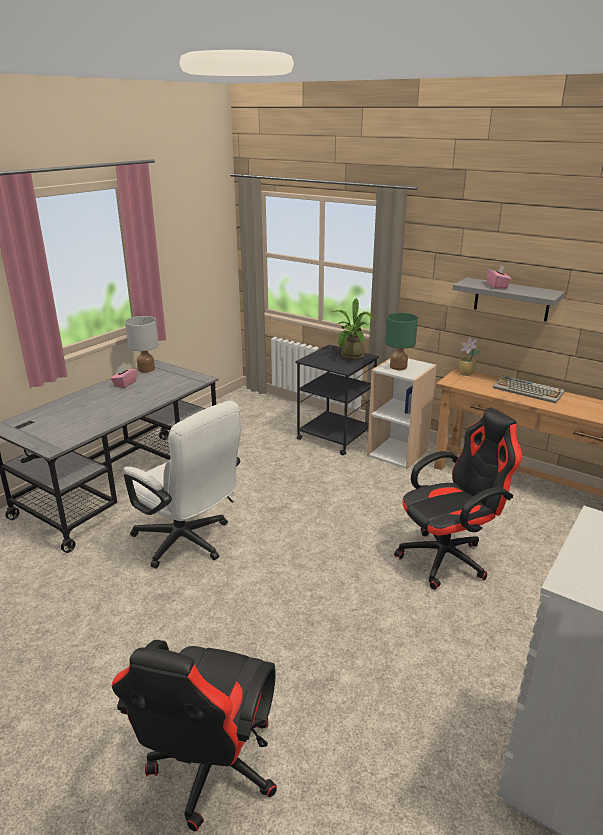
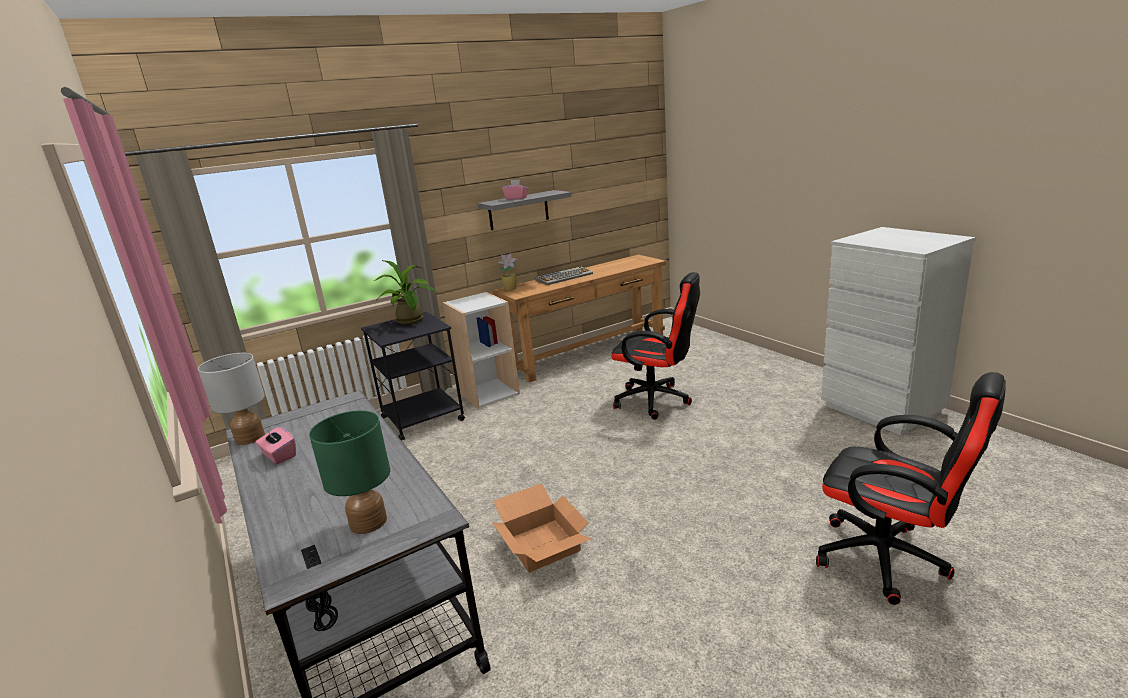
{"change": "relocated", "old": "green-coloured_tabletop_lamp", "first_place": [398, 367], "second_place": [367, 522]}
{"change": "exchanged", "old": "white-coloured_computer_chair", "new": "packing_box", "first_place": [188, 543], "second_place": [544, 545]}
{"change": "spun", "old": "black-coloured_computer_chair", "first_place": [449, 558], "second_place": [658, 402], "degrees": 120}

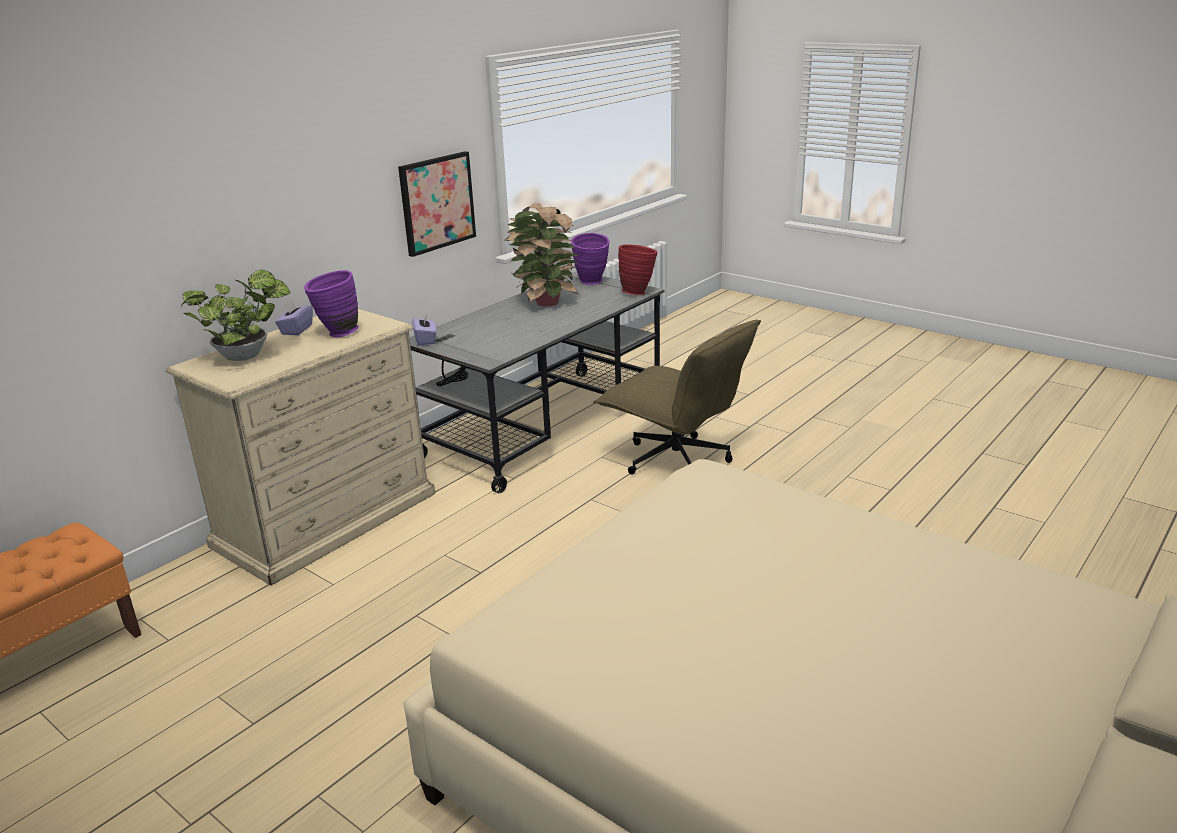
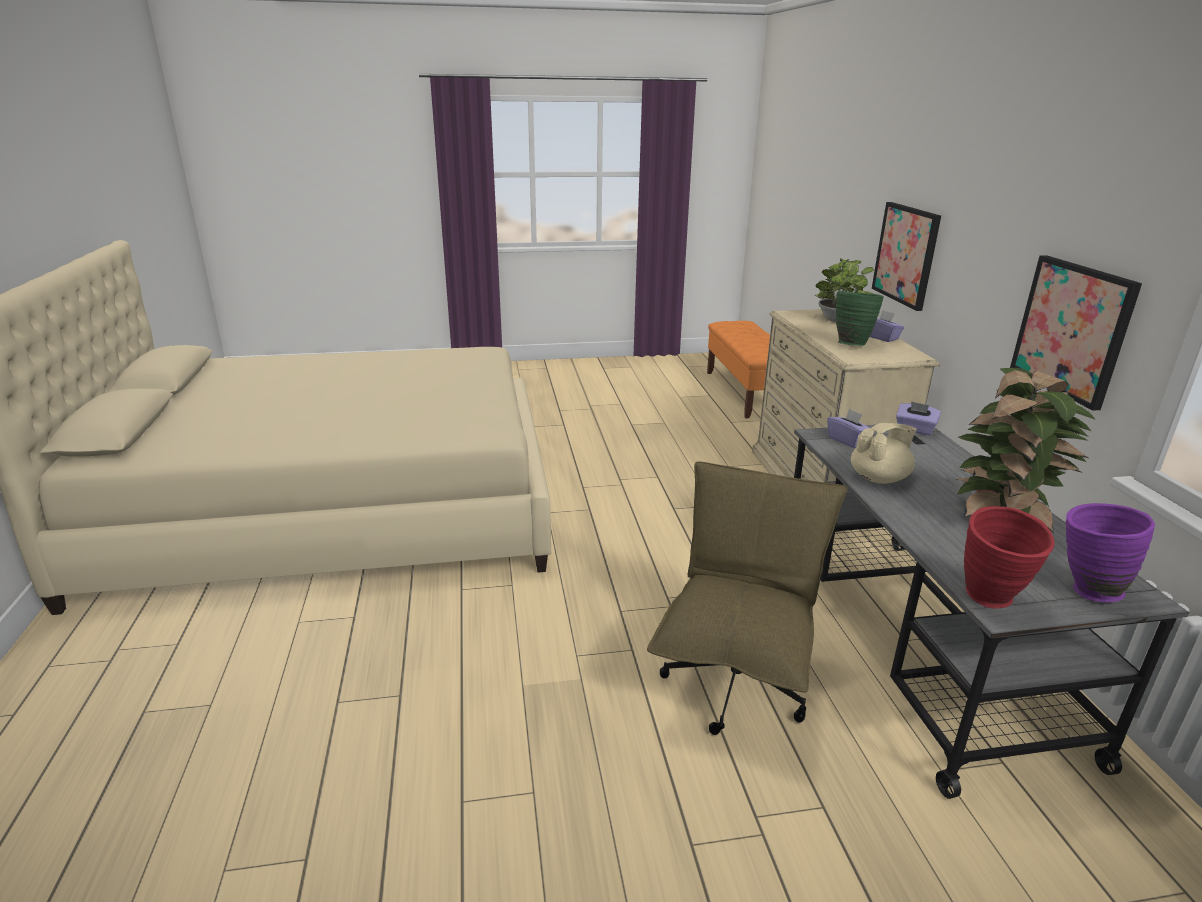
{"change": "colour", "old": "purple_flower_vase", "new": "green-coloured_flower_vase", "first_place": [336, 334], "second_place": [851, 343]}
{"change": "spun", "old": "sand-coloured_computer_chair", "first_place": [674, 460], "second_place": [734, 685], "degrees": 120}
{"change": "appeared", "new": "picture", "second_place": [906, 254]}
{"change": "appeared", "new": "purple_tissue_box", "second_place": [847, 441]}
{"change": "appeared", "new": "sand-coloured_tea_pot", "second_place": [879, 478]}

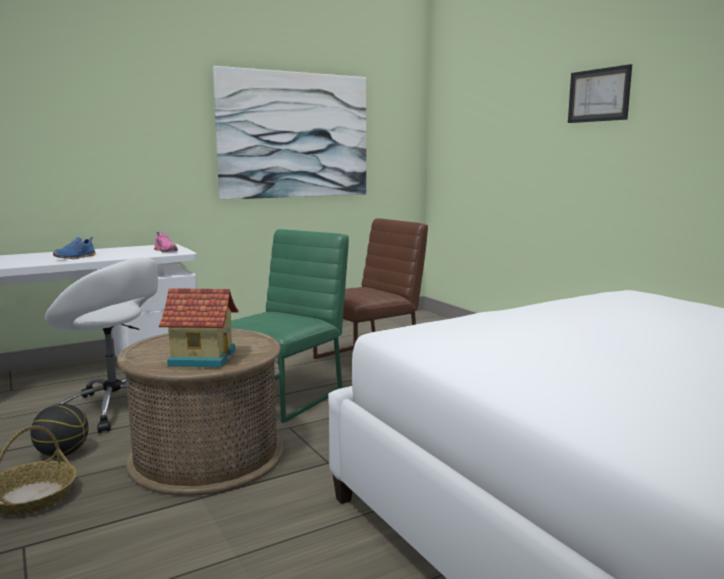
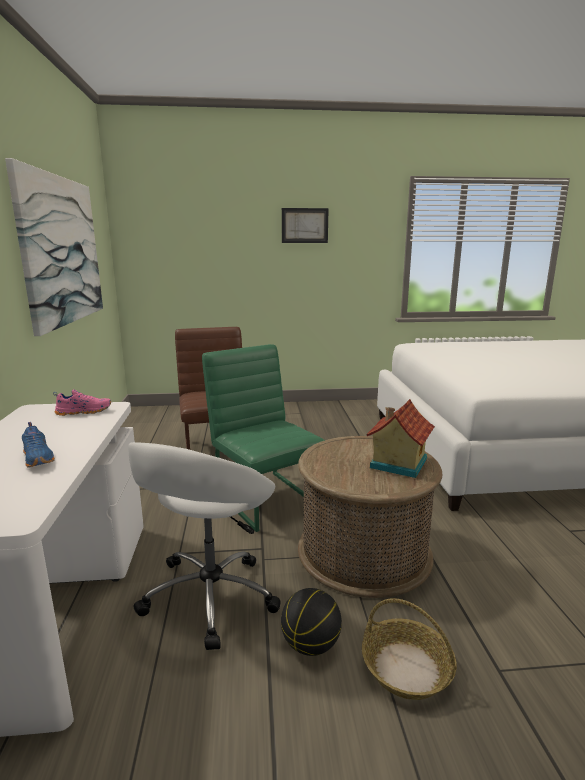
{"change": "spun", "old": "white-coloured_computer_chair", "first_place": [115, 409], "second_place": [208, 599], "degrees": 150}

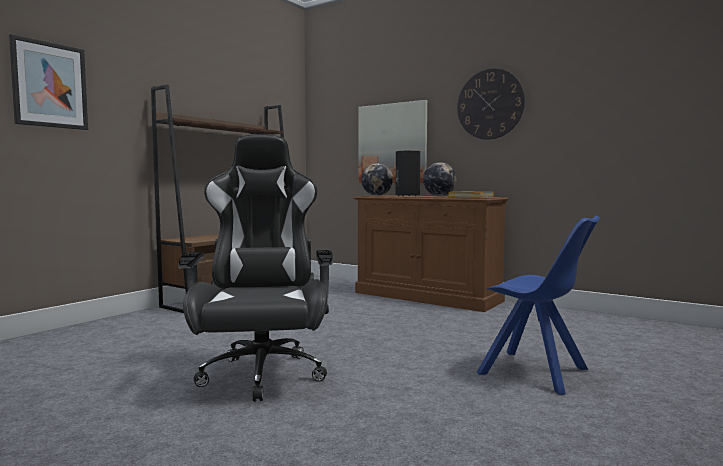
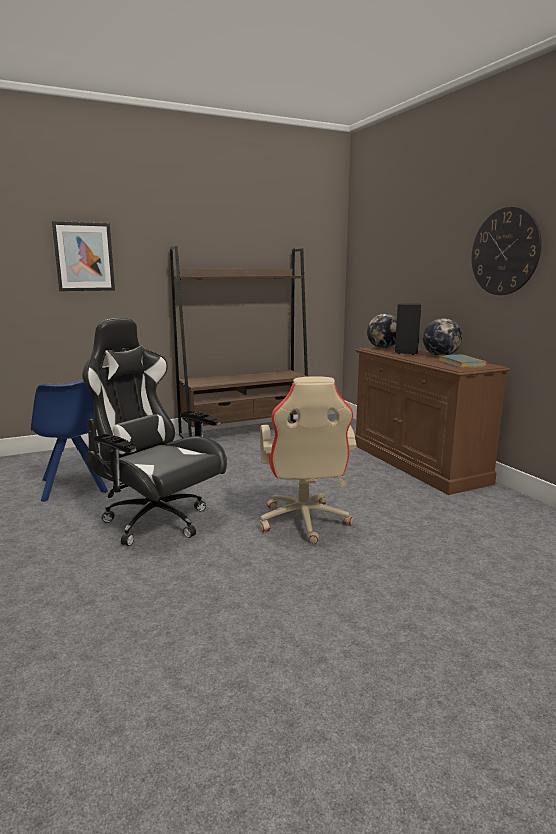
{"change": "missing", "old": "picture", "first_place": [392, 143]}
{"change": "spun", "old": "black-coloured_computer_chair", "first_place": [262, 378], "second_place": [161, 523], "degrees": -75}
{"change": "relocated", "old": "bluish_chair", "first_place": [536, 373], "second_place": [74, 487]}
{"change": "appeared", "new": "sand-coloured_computer_chair", "second_place": [304, 525]}

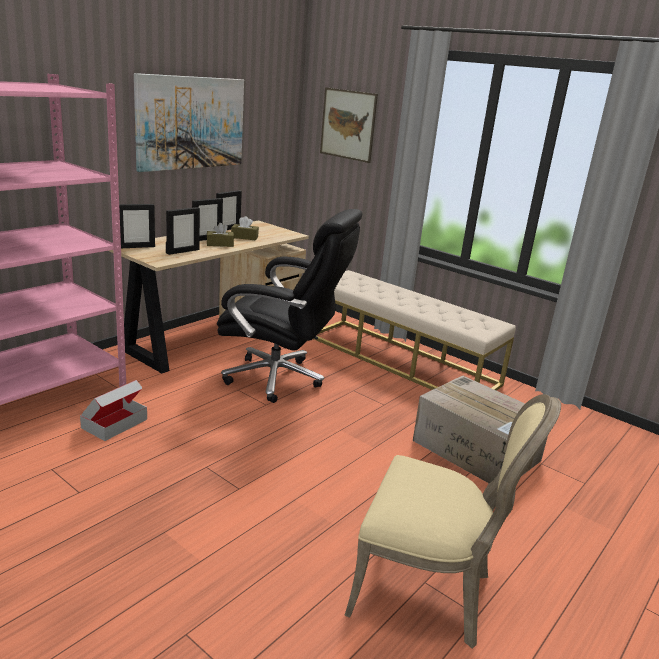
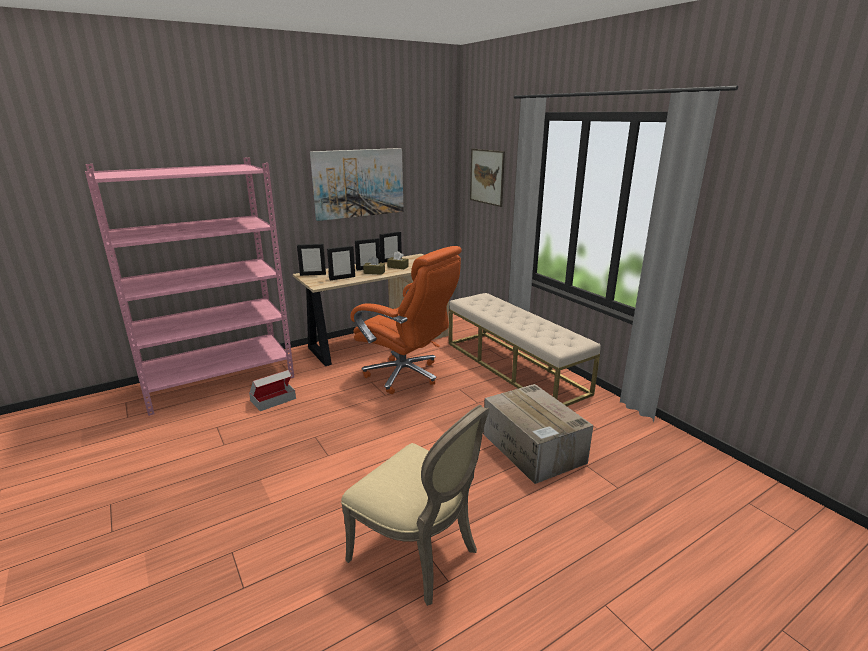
{"change": "colour", "old": "black-coloured_computer_chair", "new": "orange-coloured_computer_chair", "first_place": [280, 380], "second_place": [407, 377]}

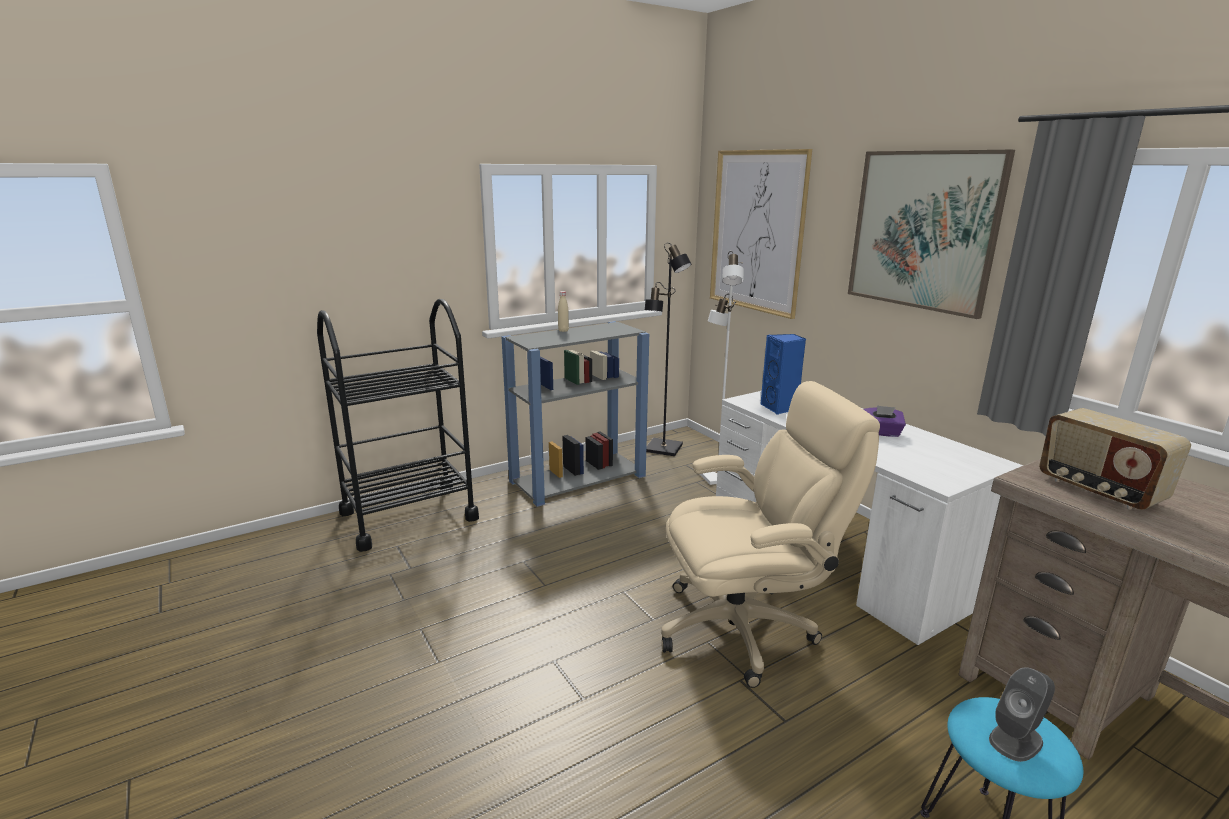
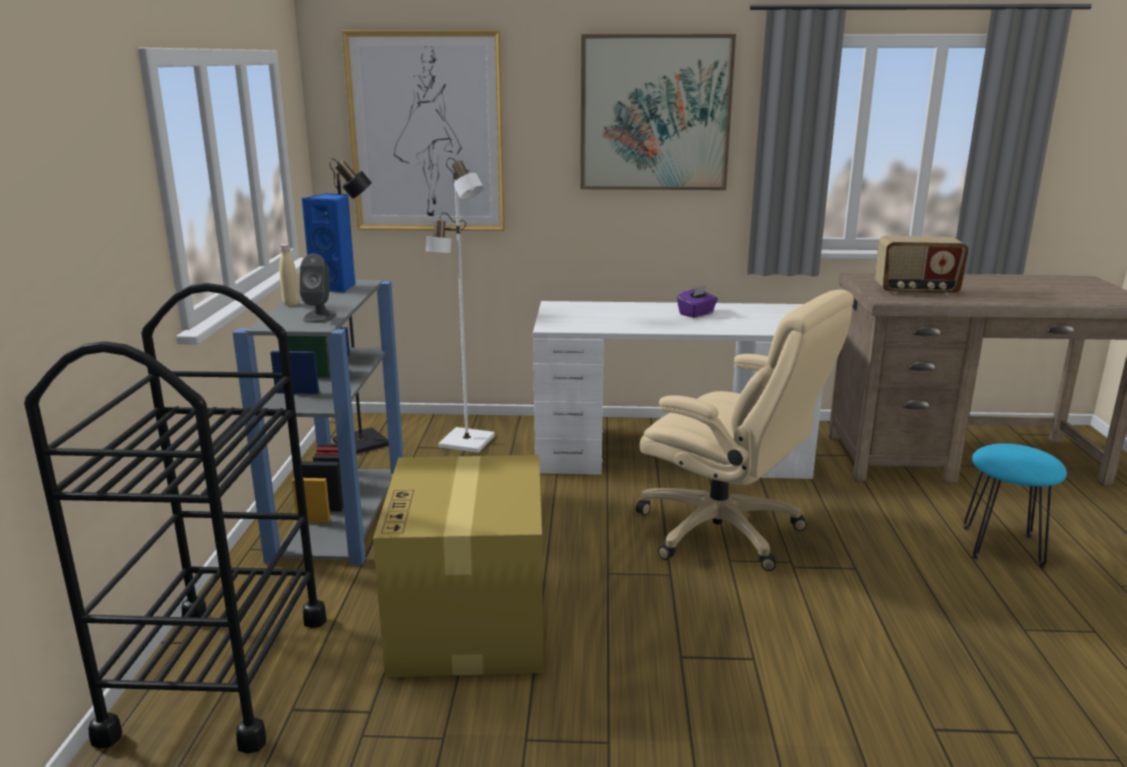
{"change": "relocated", "old": "bluish_speaker", "first_place": [780, 408], "second_place": [336, 287]}
{"change": "spun", "old": "sand-coloured_computer_chair", "first_place": [746, 628], "second_place": [729, 534], "degrees": 105}
{"change": "relocated", "old": "grey_speaker", "first_place": [1016, 740], "second_place": [319, 316]}
{"change": "appeared", "new": "packing_box", "second_place": [470, 623]}

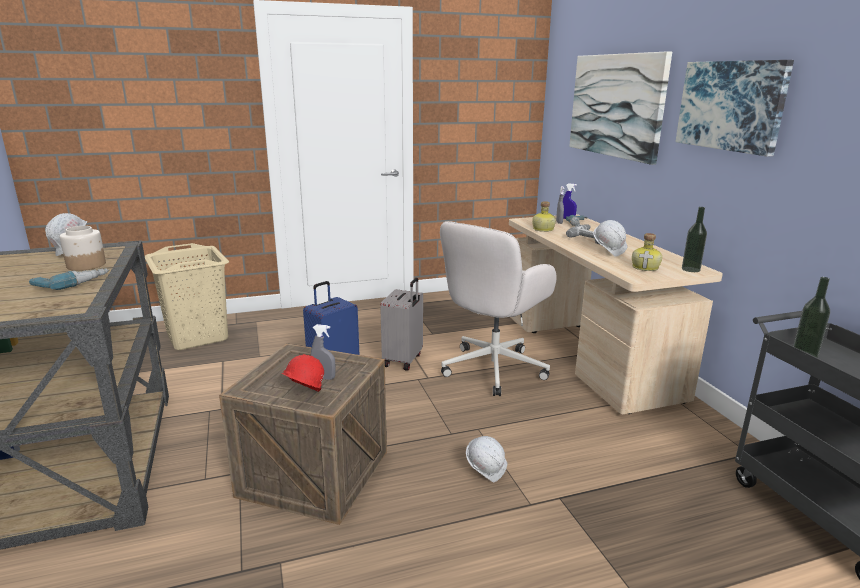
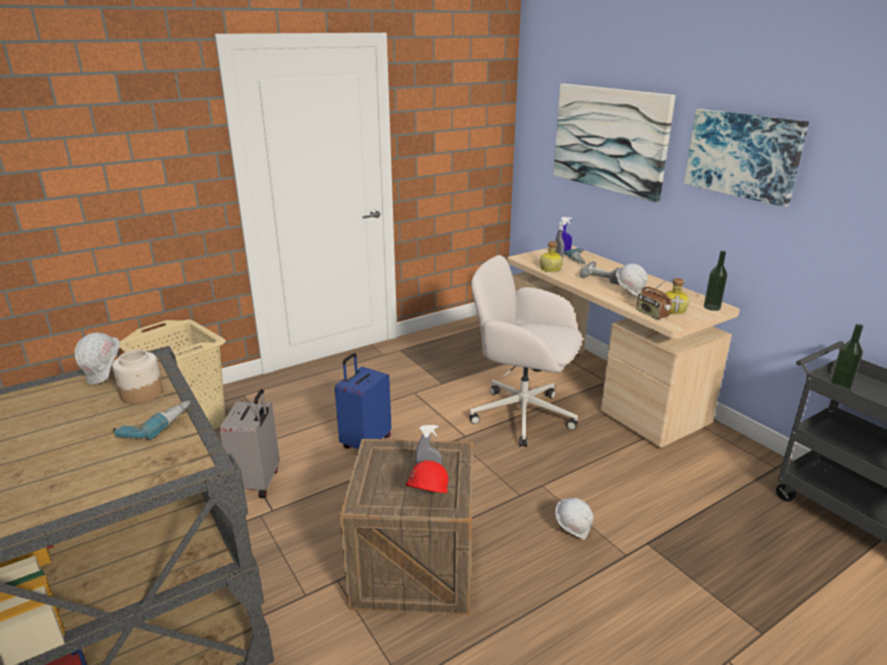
{"change": "spun", "old": "white-coloured_computer_chair", "first_place": [493, 369], "second_place": [522, 416], "degrees": 90}
{"change": "relocated", "old": "grey_piece_of_luggage", "first_place": [403, 360], "second_place": [258, 482]}
{"change": "appeared", "new": "radio_receiver", "second_place": [651, 314]}

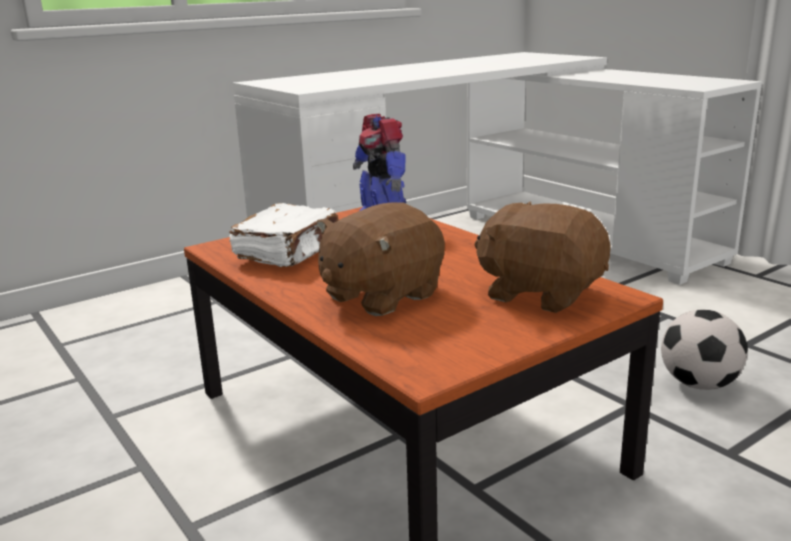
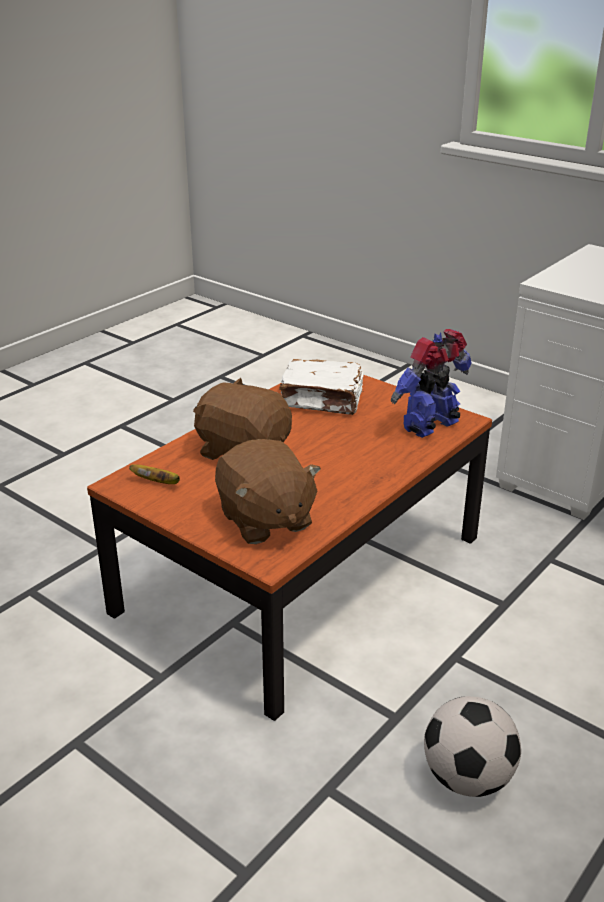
{"change": "spun", "old": "brown-coloured_soft_toy", "first_place": [540, 293], "second_place": [265, 520], "degrees": 135}
{"change": "appeared", "new": "banana", "second_place": [158, 483]}

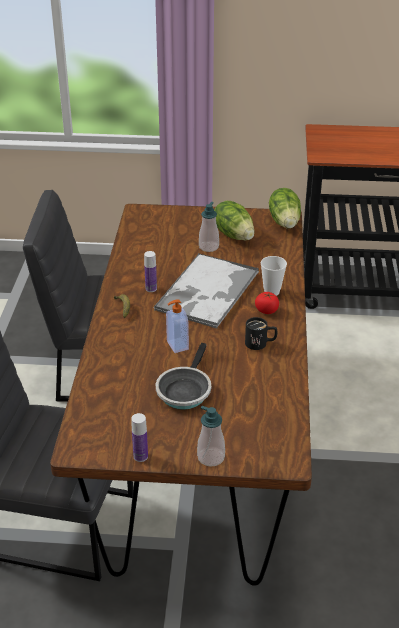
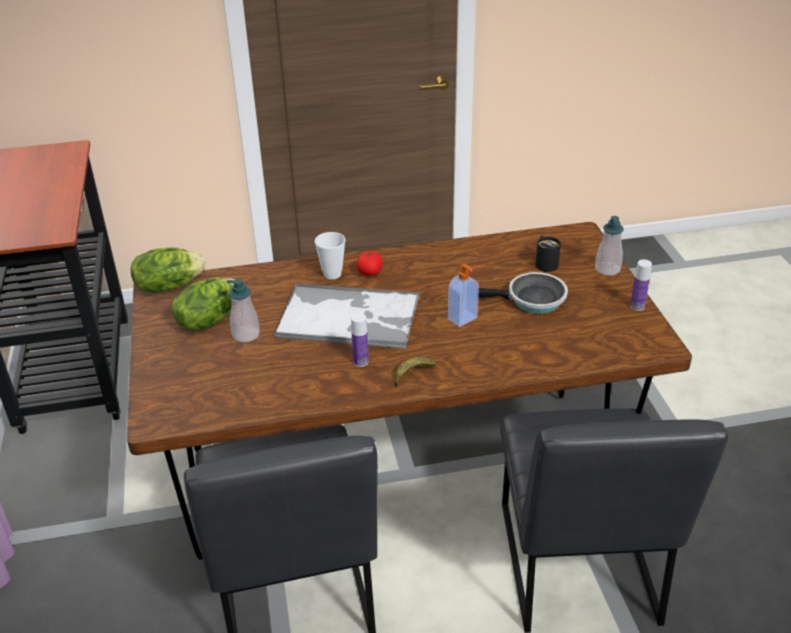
{"change": "relocated", "old": "black-coloured_mug", "first_place": [260, 343], "second_place": [545, 262]}

